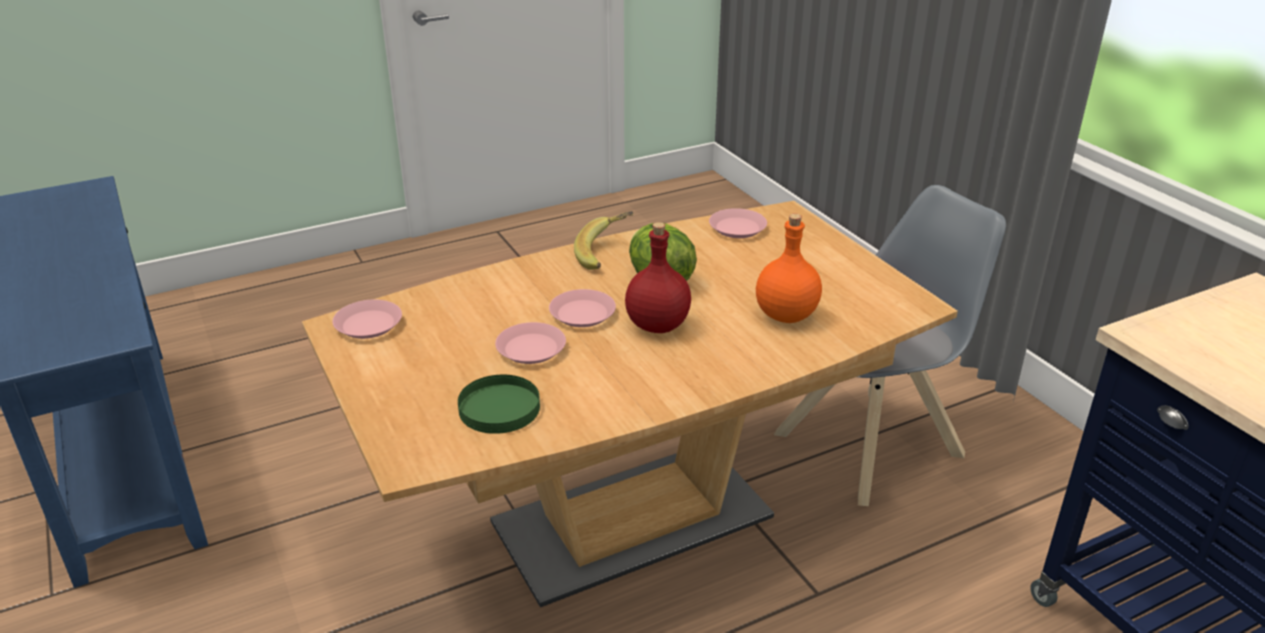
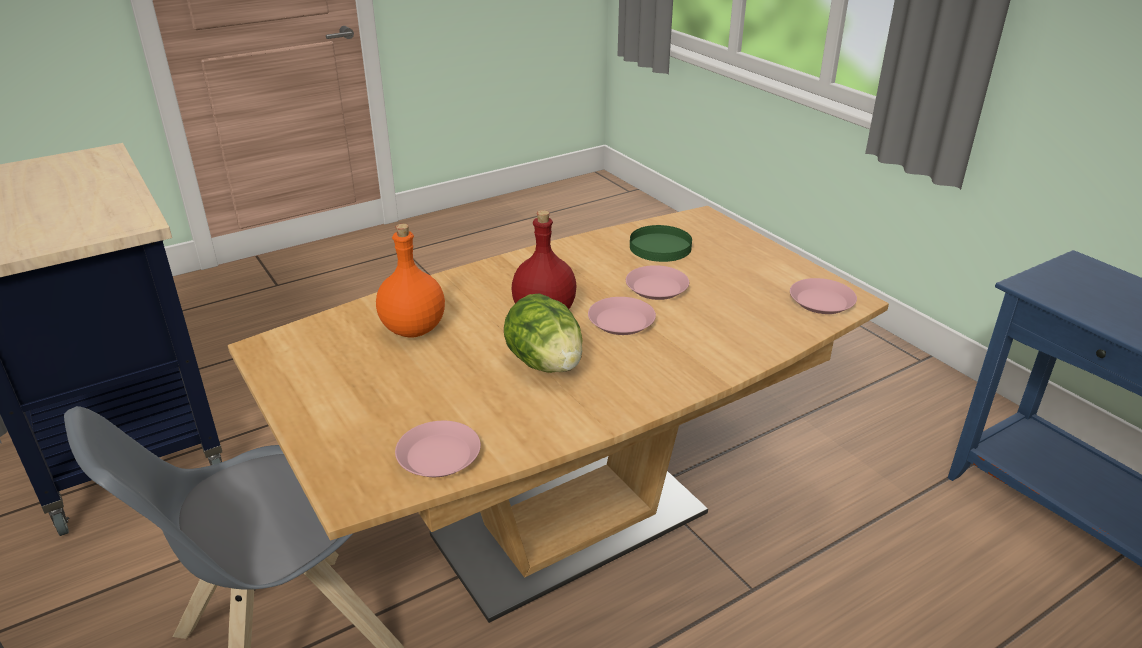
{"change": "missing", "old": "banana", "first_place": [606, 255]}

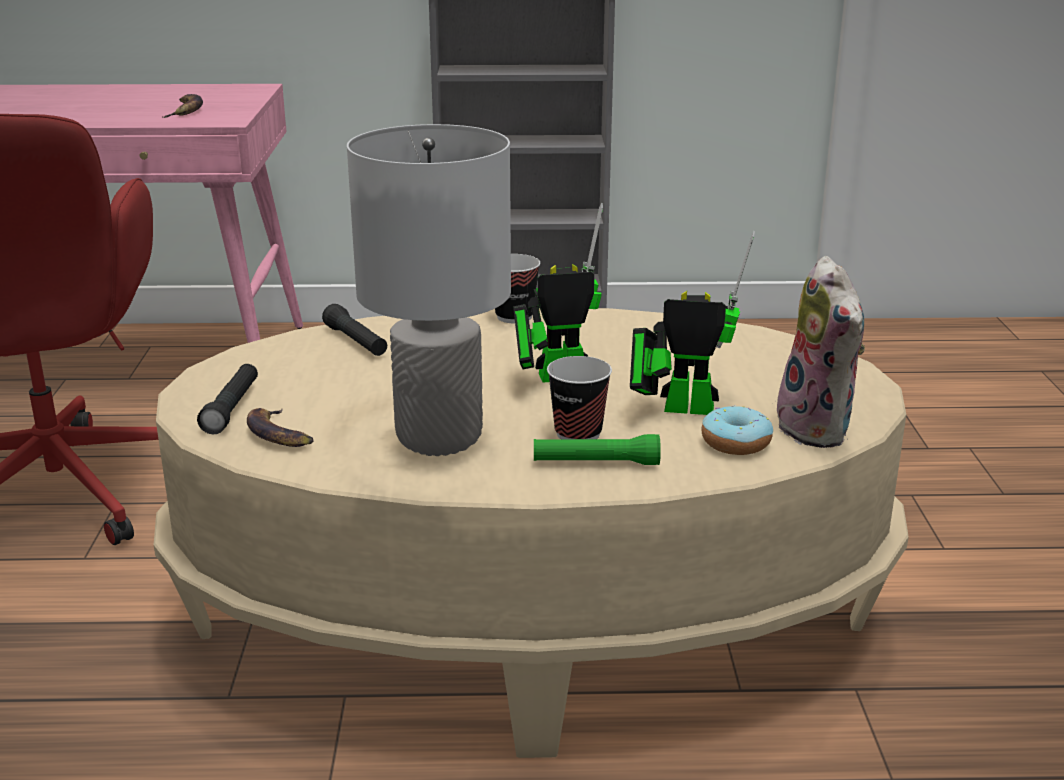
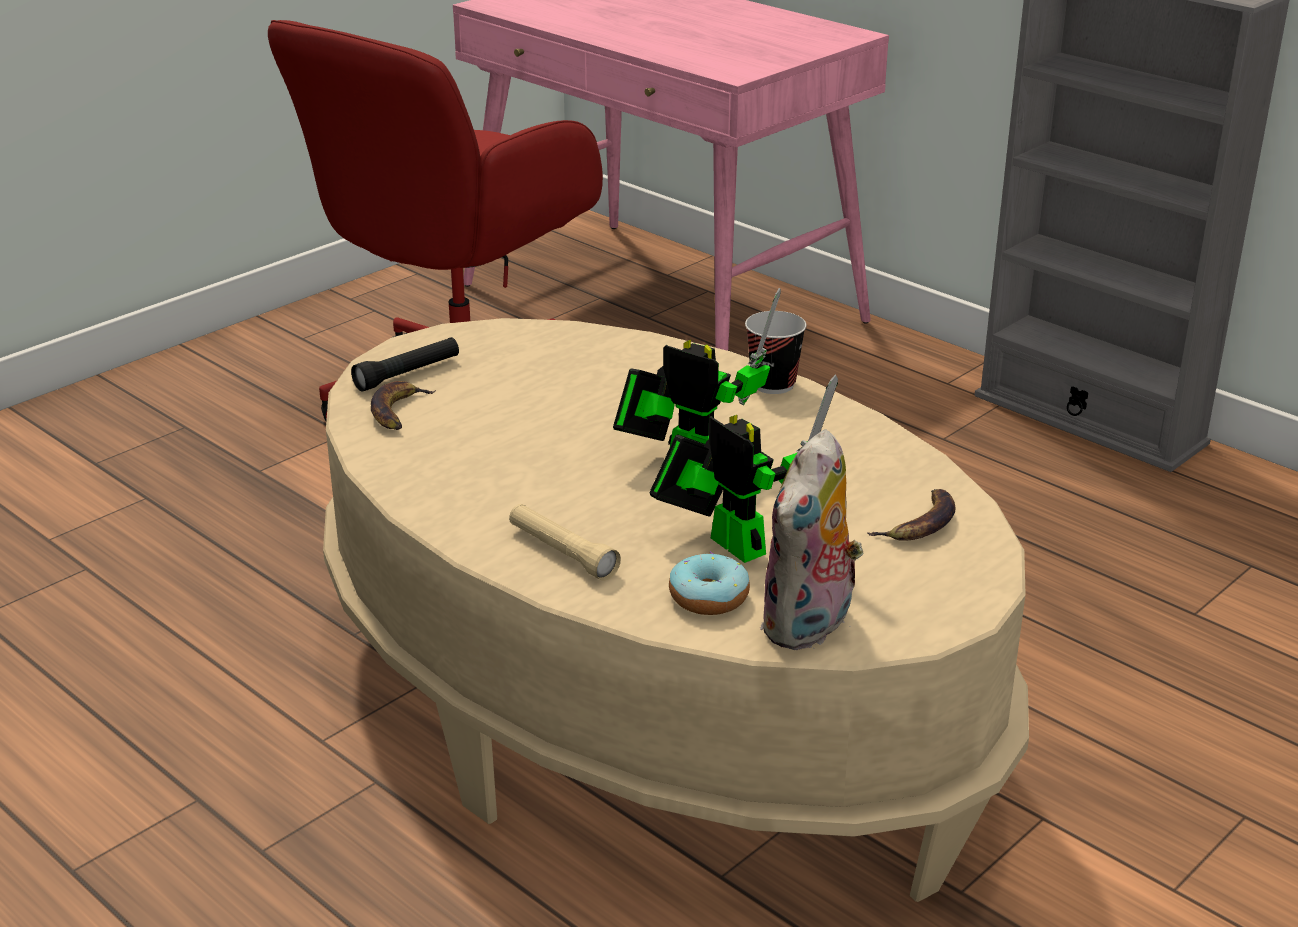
{"change": "relocated", "old": "banana", "first_place": [185, 111], "second_place": [920, 523]}
{"change": "missing", "old": "grey_tabletop_lamp", "first_place": [440, 443]}
{"change": "missing", "old": "black-coloured_flashlight", "first_place": [356, 342]}
{"change": "missing", "old": "small_cup", "first_place": [578, 433]}
{"change": "colour", "old": "green-coloured_flashlight", "new": "sand-coloured_flashlight", "first_place": [596, 463], "second_place": [562, 553]}

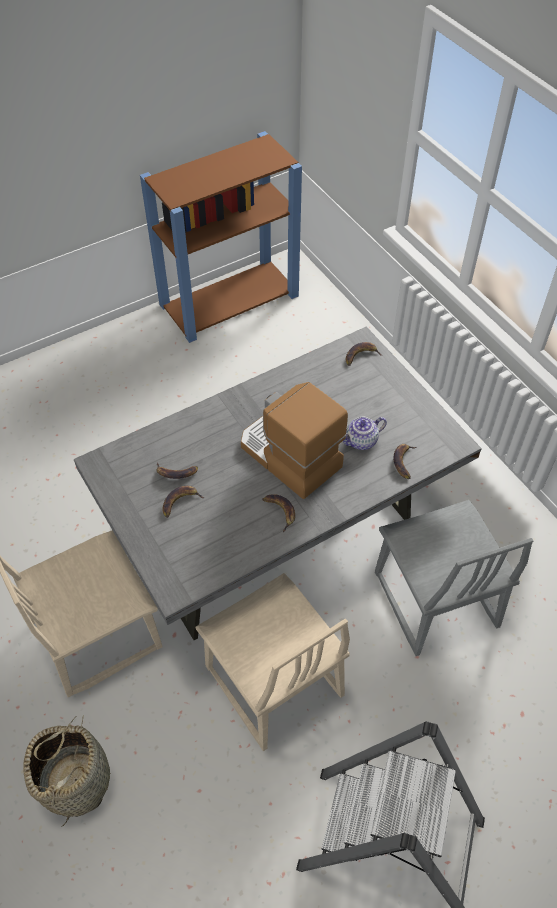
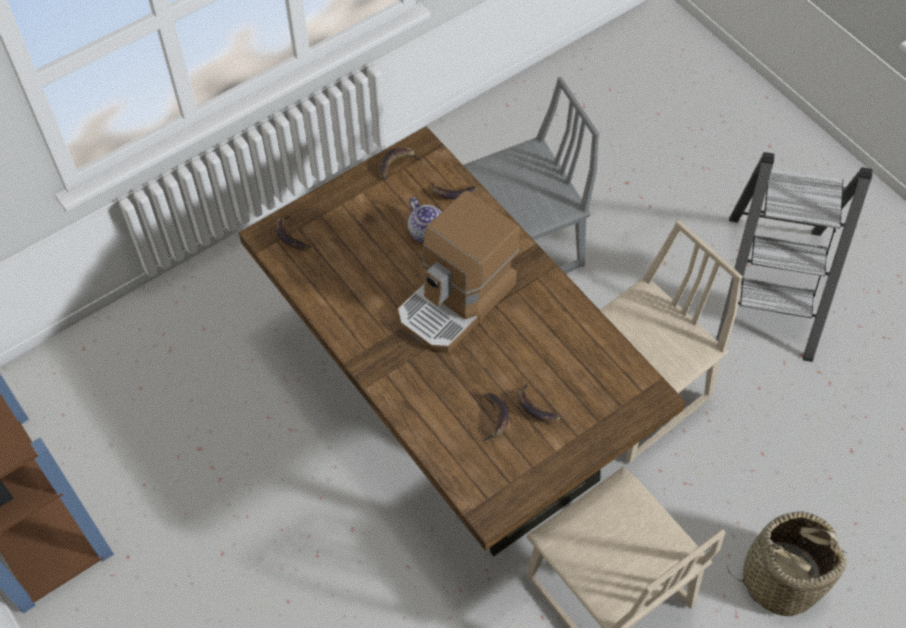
{"change": "colour", "old": "grey_dining_table", "new": "brown-coloured_dining_table", "first_place": [277, 539], "second_place": [455, 405]}
{"change": "relocated", "old": "banana", "first_place": [280, 511], "second_place": [397, 164]}

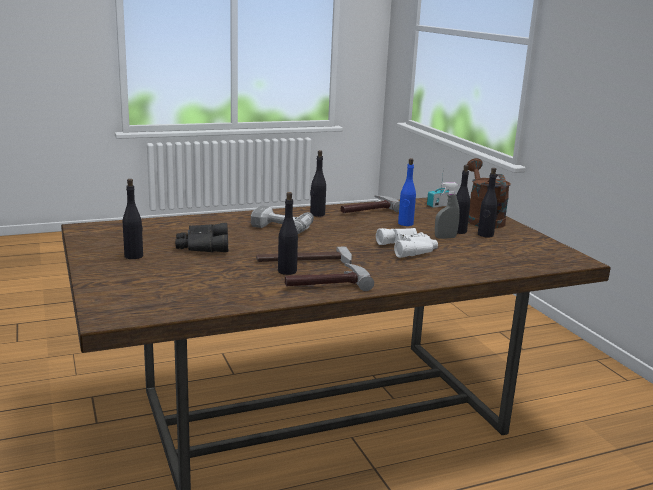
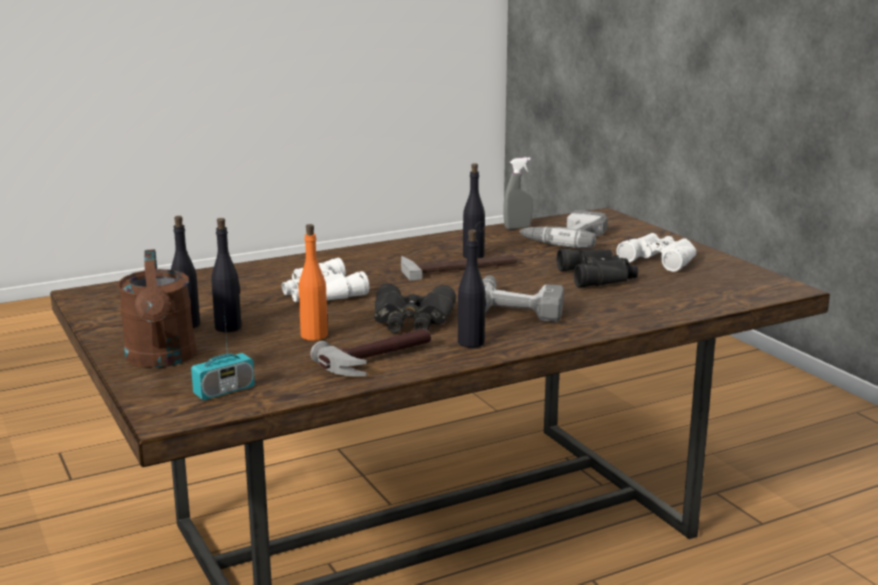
{"change": "colour", "old": "bluish_beverage_bottle", "new": "orange-coloured_beverage_bottle", "first_place": [405, 224], "second_place": [314, 335]}
{"change": "exchanged", "old": "black-coloured_beverage_bottle", "new": "white-coloured_binoculars", "first_place": [134, 256], "second_place": [660, 259]}
{"change": "relocated", "old": "grey_sprayer", "first_place": [445, 237], "second_place": [517, 227]}
{"change": "missing", "old": "hand_hammer", "first_place": [326, 284]}
{"change": "appeared", "new": "electric_drill", "second_place": [565, 238]}
{"change": "appeared", "new": "black-coloured_binoculars", "second_place": [412, 320]}

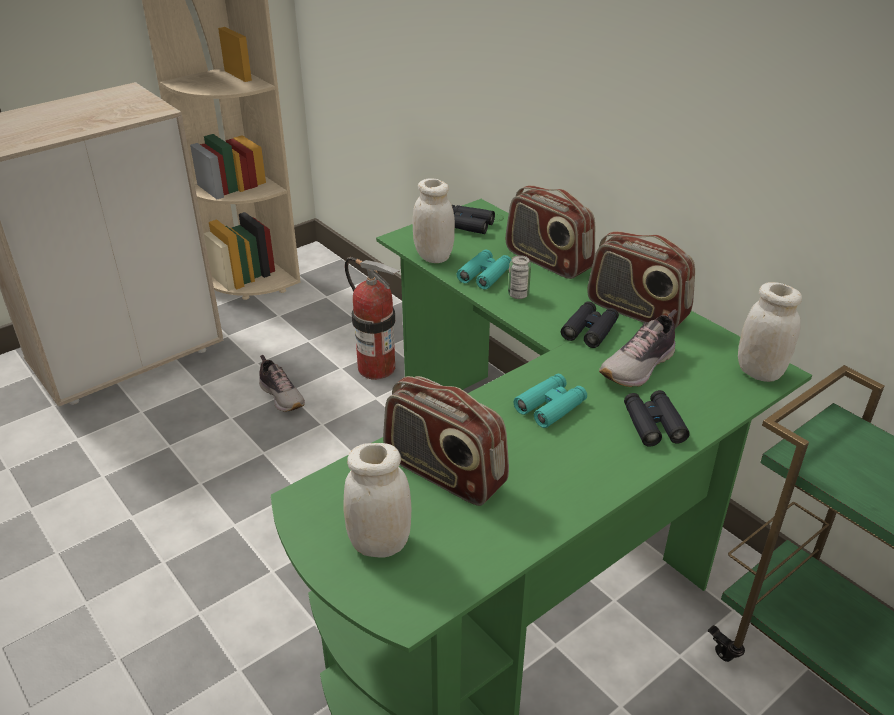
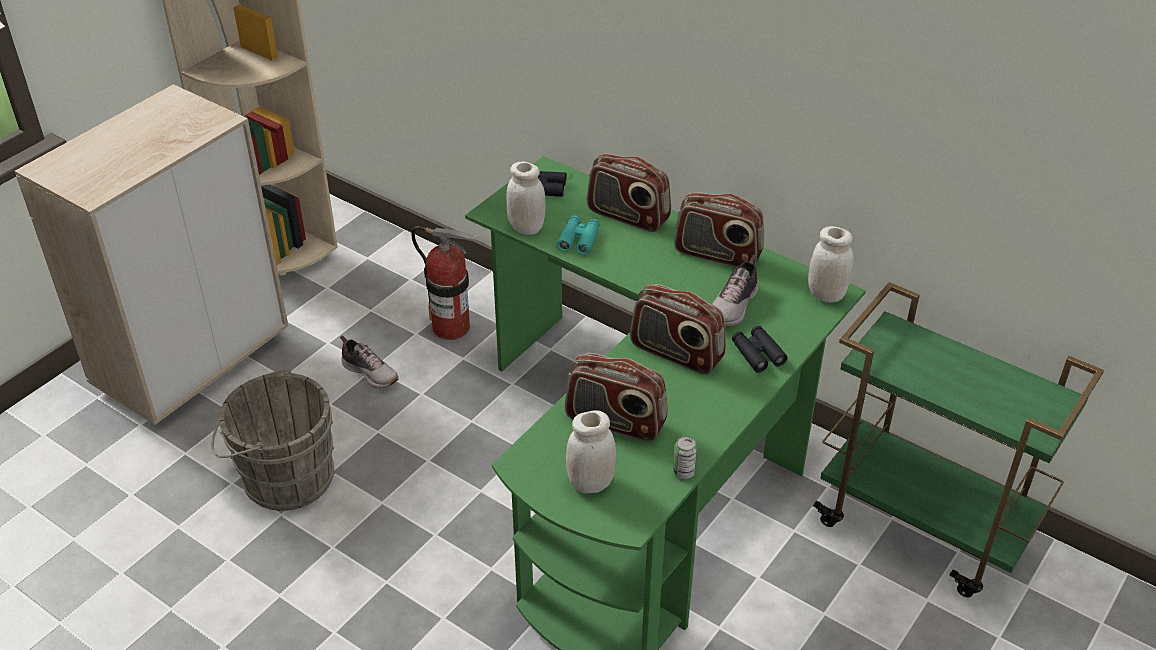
{"change": "relocated", "old": "can", "first_place": [518, 294], "second_place": [683, 472]}
{"change": "missing", "old": "black-coloured_binoculars", "first_place": [590, 330]}
{"change": "exchanged", "old": "turquoise-coloured_binoculars", "new": "radio_receiver", "first_place": [550, 406], "second_place": [676, 353]}
{"change": "appeared", "new": "grey_pail", "second_place": [283, 477]}

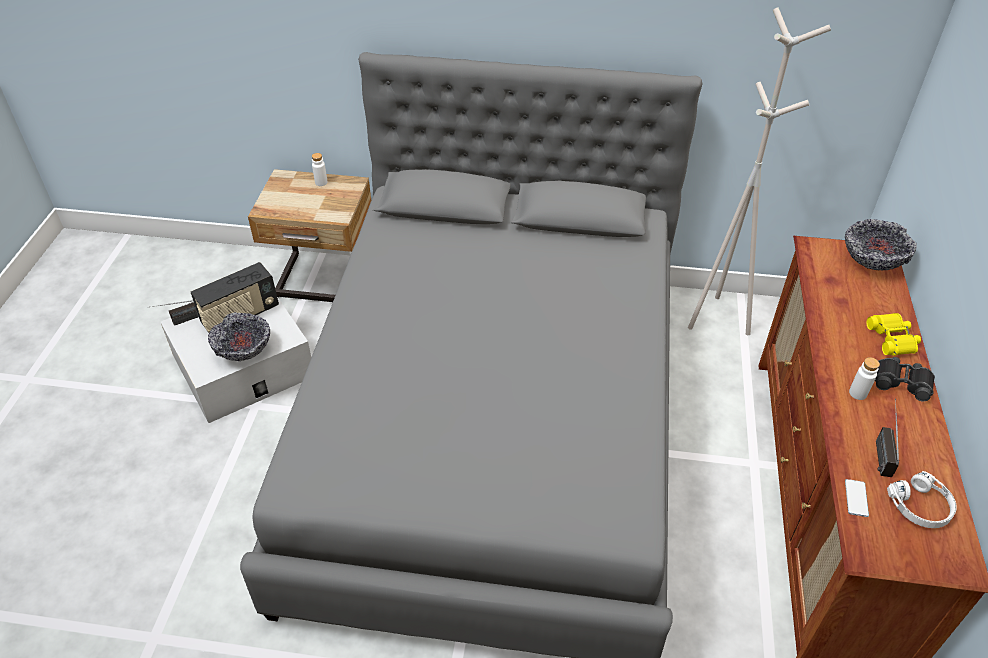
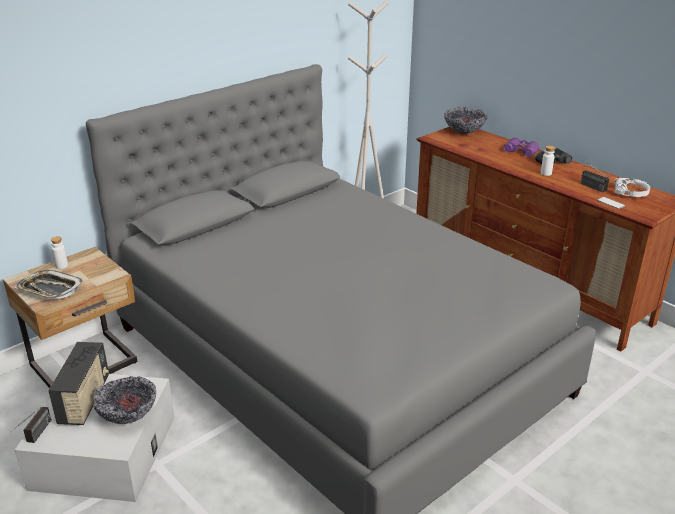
{"change": "colour", "old": "yellow-coloured_binoculars", "new": "purple_binoculars", "first_place": [892, 339], "second_place": [521, 151]}
{"change": "appeared", "new": "serving_tray", "second_place": [50, 289]}

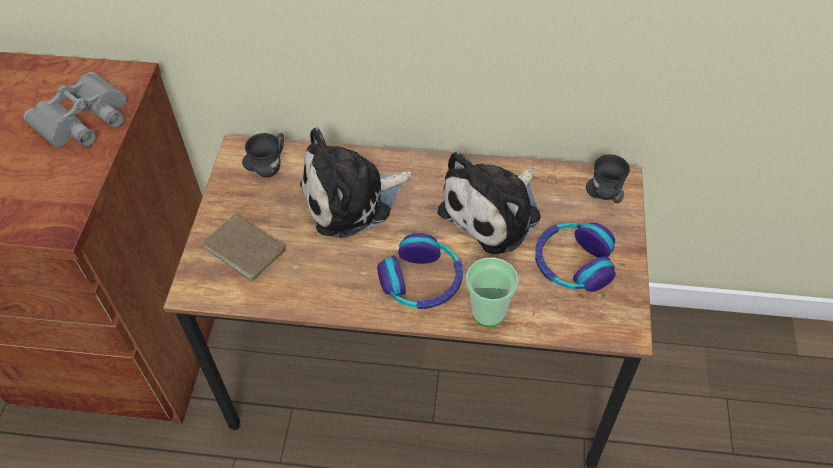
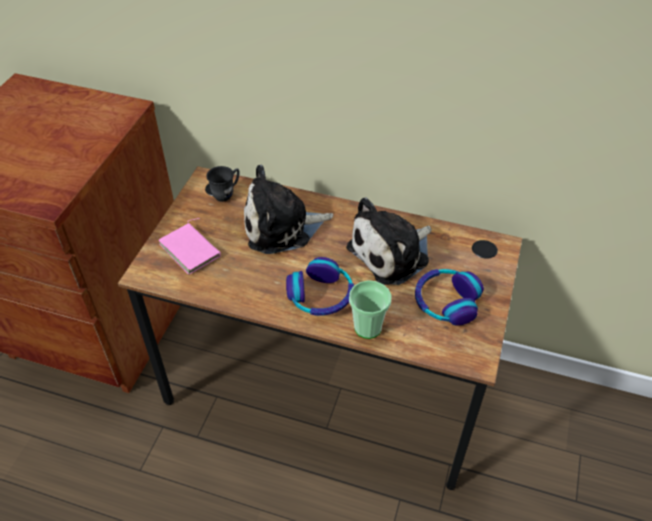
{"change": "missing", "old": "grey_binoculars", "first_place": [84, 119]}
{"change": "missing", "old": "grey_mug", "first_place": [608, 196]}
{"change": "colour", "old": "brown-coloured_bound_book", "new": "pinkish_bound_book", "first_place": [246, 247], "second_place": [192, 250]}

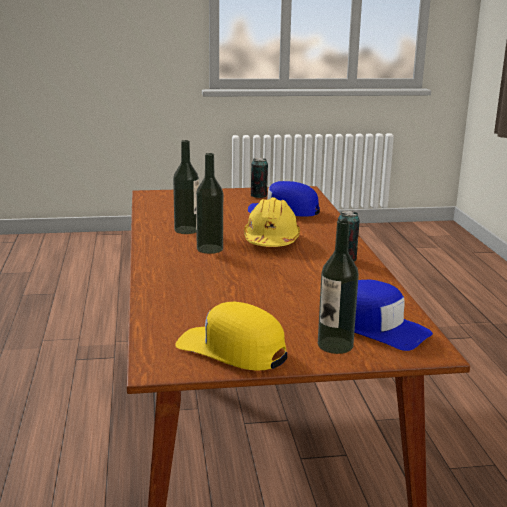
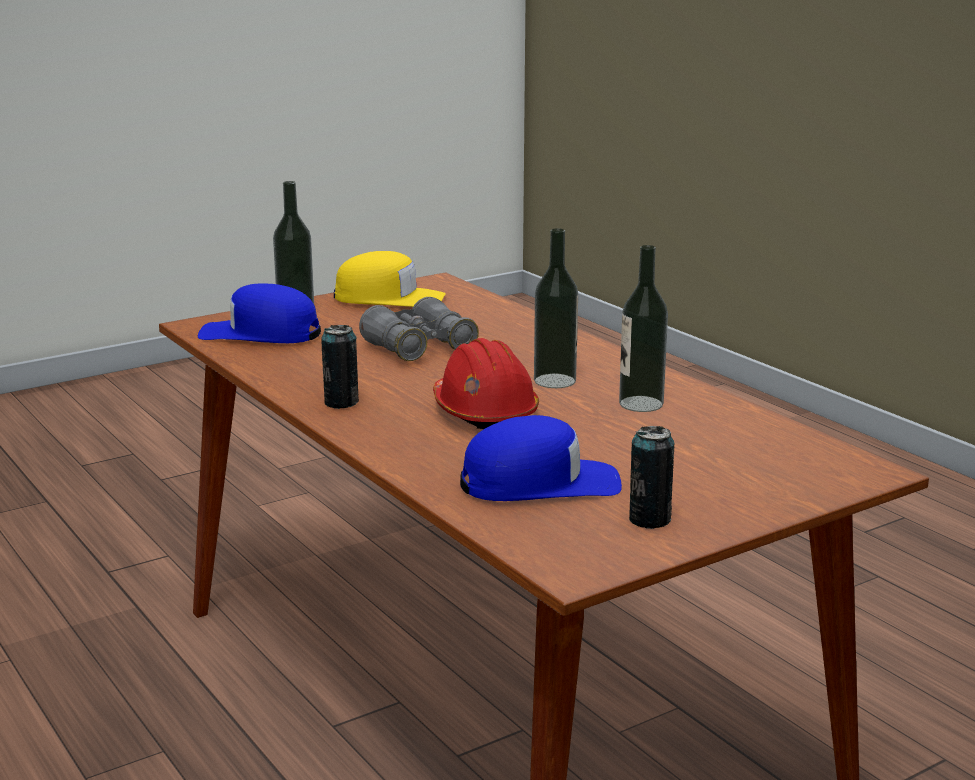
{"change": "colour", "old": "yellow-coloured_work_helmet", "new": "red-coloured_work_helmet", "first_place": [271, 240], "second_place": [484, 411]}
{"change": "appeared", "new": "grey_binoculars", "second_place": [419, 348]}

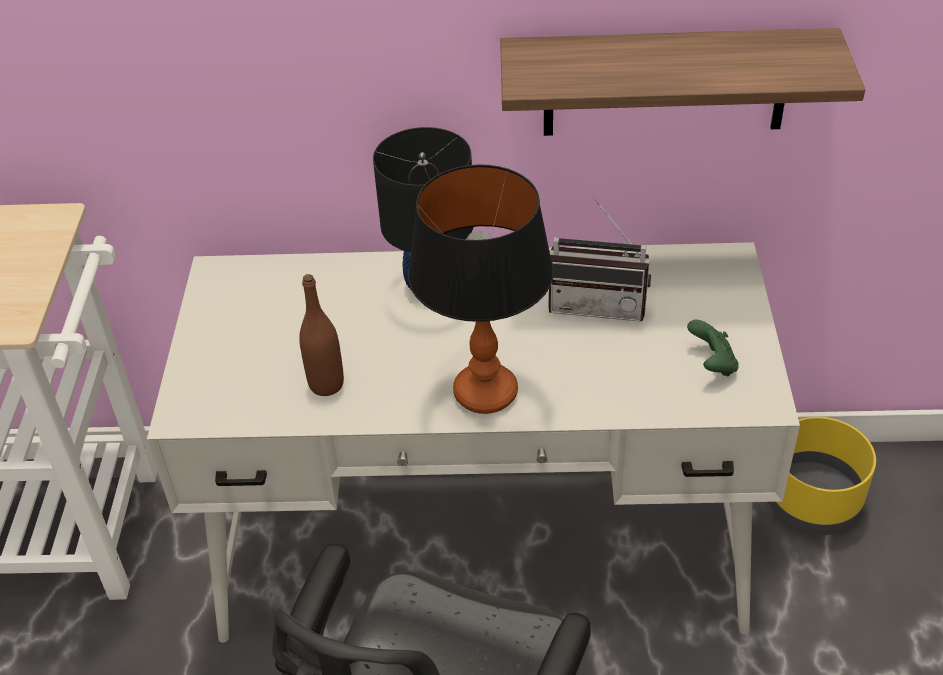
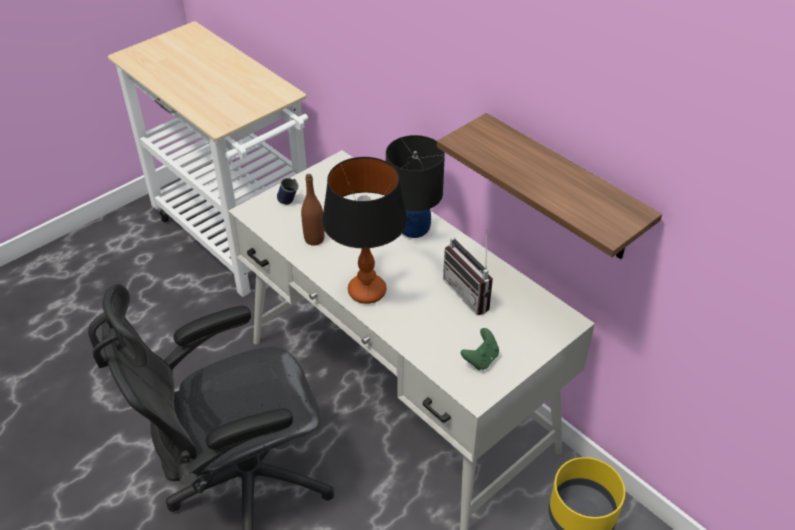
{"change": "appeared", "new": "bluish_mug", "second_place": [289, 199]}

